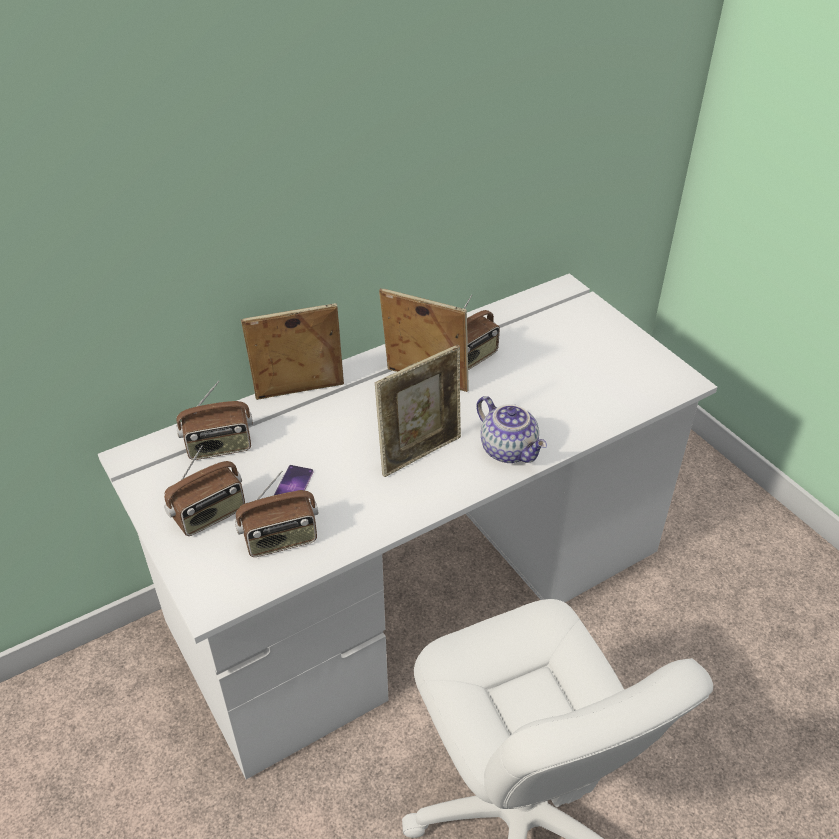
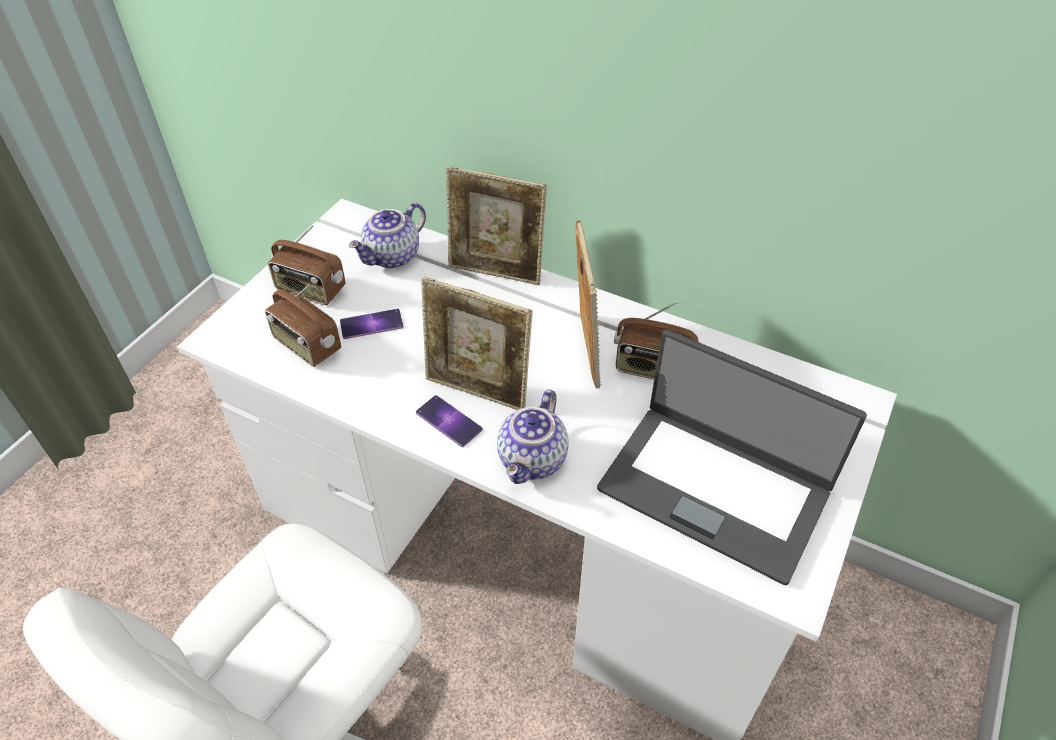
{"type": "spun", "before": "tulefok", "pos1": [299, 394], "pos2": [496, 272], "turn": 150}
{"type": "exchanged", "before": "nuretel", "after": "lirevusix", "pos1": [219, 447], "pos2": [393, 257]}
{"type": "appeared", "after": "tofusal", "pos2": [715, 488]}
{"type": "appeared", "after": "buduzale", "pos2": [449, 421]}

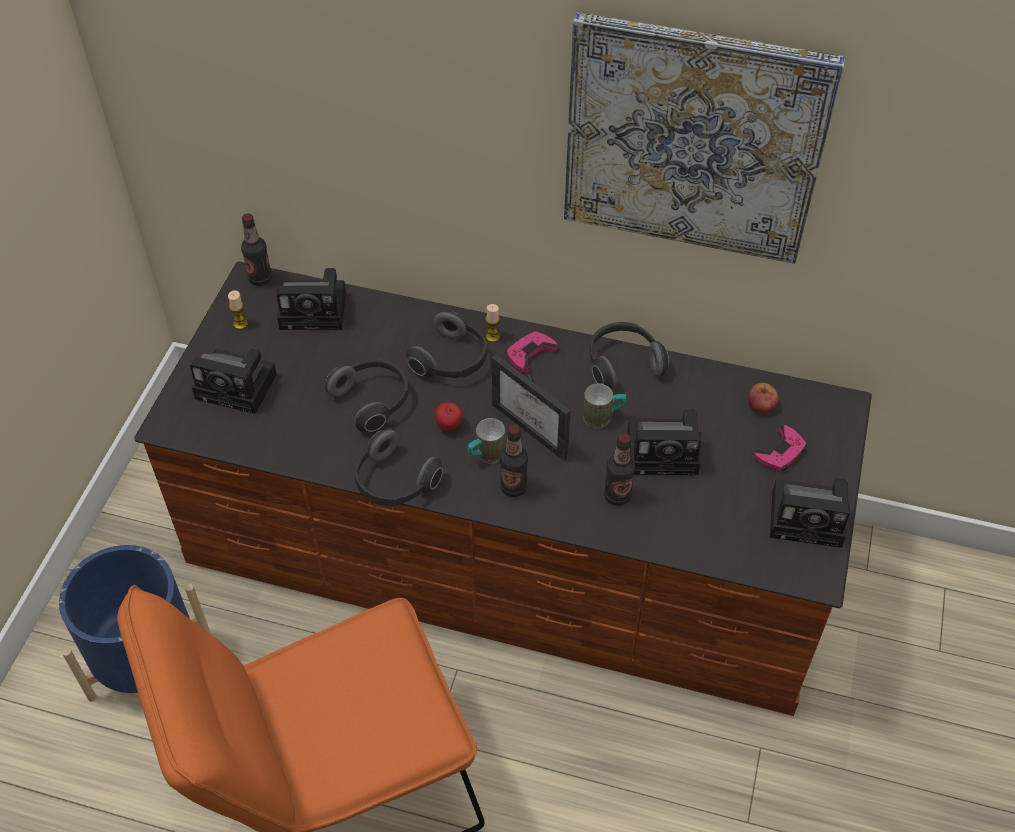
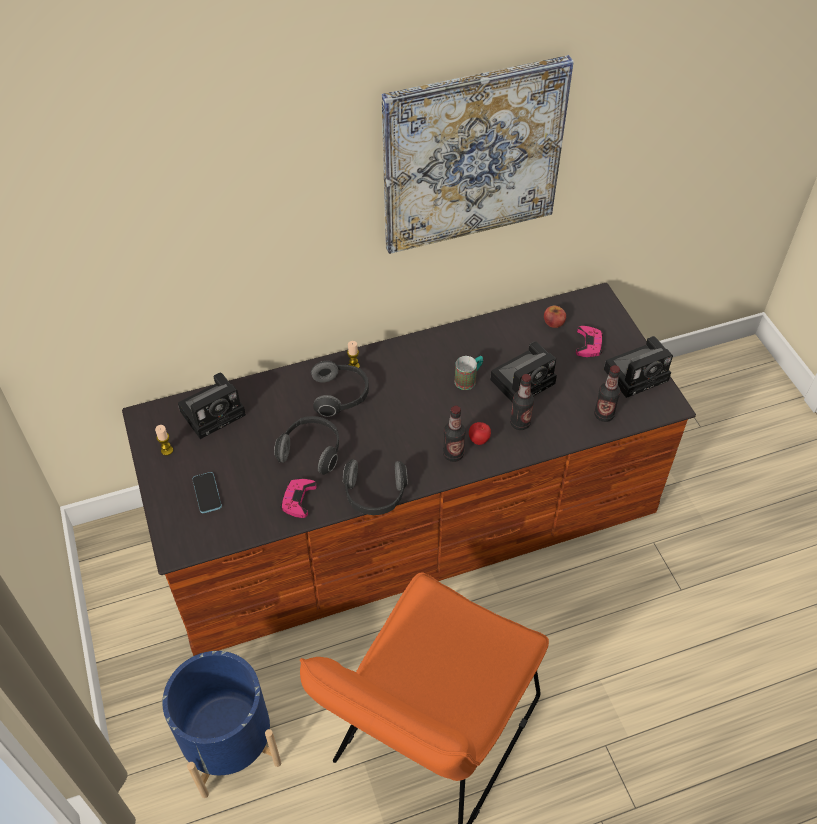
{"type": "relocated", "before": "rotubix", "pos1": [260, 279], "pos2": [604, 415]}
{"type": "missing", "before": "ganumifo", "pos1": [623, 364]}
{"type": "relocated", "before": "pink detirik", "pos1": [530, 353], "pos2": [298, 499]}
{"type": "exchanged", "before": "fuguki", "after": "buduzale", "pos1": [240, 386], "pos2": [207, 493]}
{"type": "missing", "before": "tulefok", "pos1": [537, 426]}
{"type": "relocated", "before": "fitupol", "pos1": [449, 426], "pos2": [479, 440]}
{"type": "missing", "before": "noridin", "pos1": [485, 455]}

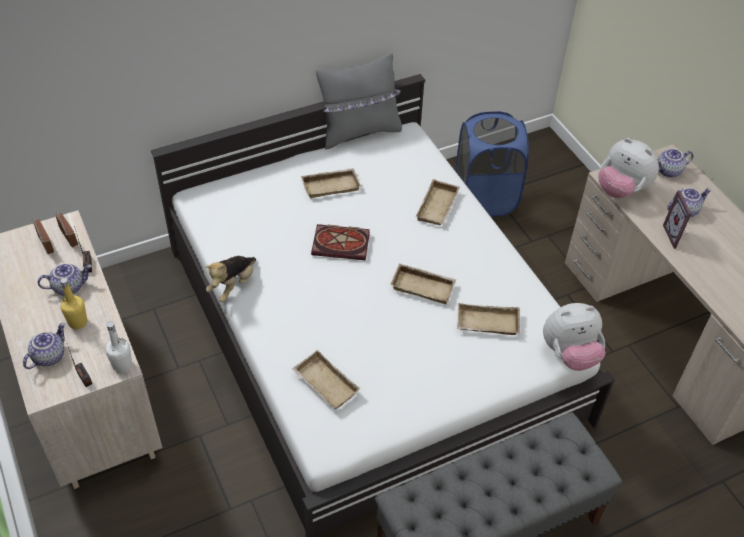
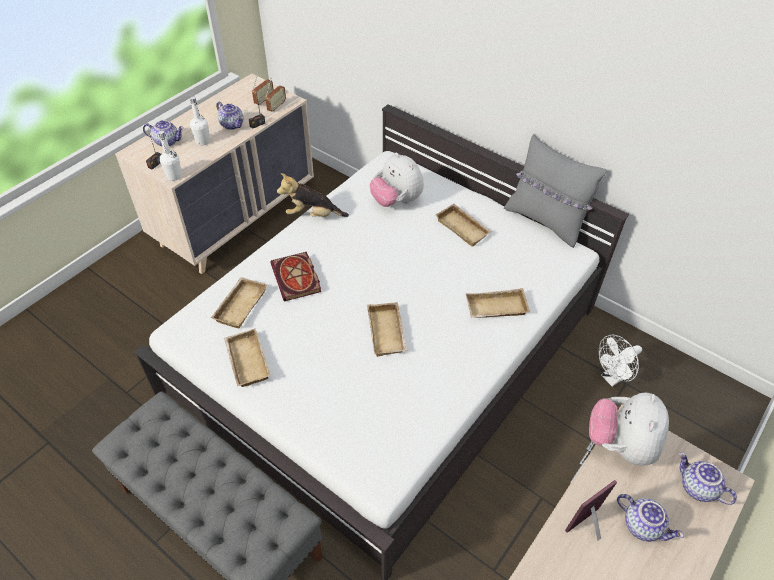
{"type": "exchanged", "before": "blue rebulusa", "after": "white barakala", "pos1": [485, 198], "pos2": [612, 378]}
{"type": "relocated", "before": "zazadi", "pos1": [342, 243], "pos2": [297, 279]}
{"type": "colour", "before": "yellow rotubix", "after": "white rotubix", "pos1": [78, 322], "pos2": [203, 141]}
{"type": "relocated", "before": "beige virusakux", "pos1": [486, 324], "pos2": [245, 361]}
{"type": "relocated", "before": "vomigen", "pos1": [570, 354], "pos2": [396, 201]}

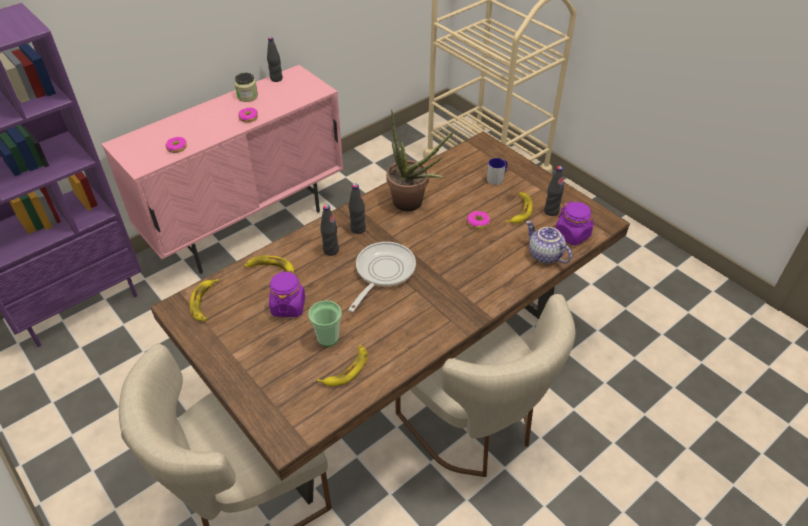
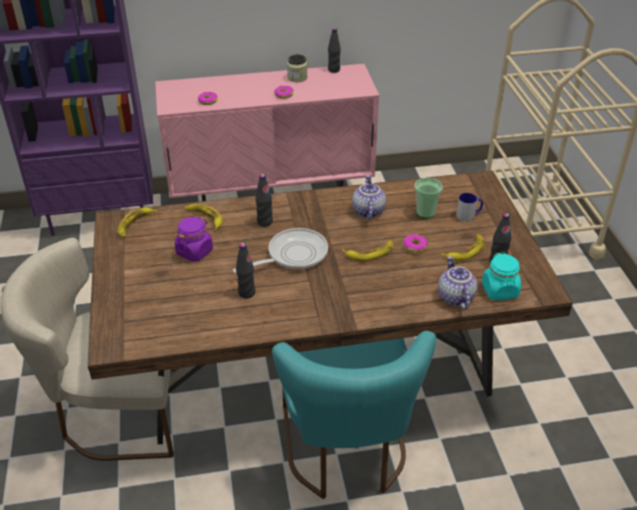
{"type": "exchanged", "before": "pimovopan", "after": "lirevusix", "pos1": [413, 205], "pos2": [367, 211]}
{"type": "relocated", "before": "black rotubix", "pos1": [358, 229], "pos2": [246, 293]}
{"type": "colour", "before": "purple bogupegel", "after": "turquoise bogupegel", "pos1": [572, 235], "pos2": [500, 290]}
{"type": "colour", "before": "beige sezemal", "after": "turquoise sezemal", "pos1": [475, 427], "pos2": [346, 452]}
{"type": "relocated", "before": "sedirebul", "pos1": [327, 338], "pos2": [425, 212]}
{"type": "relocated", "before": "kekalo", "pos1": [346, 369], "pos2": [370, 253]}

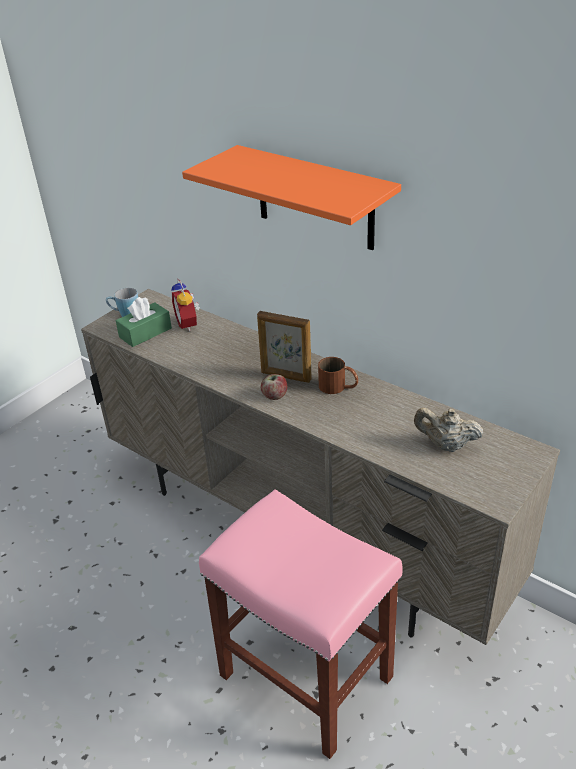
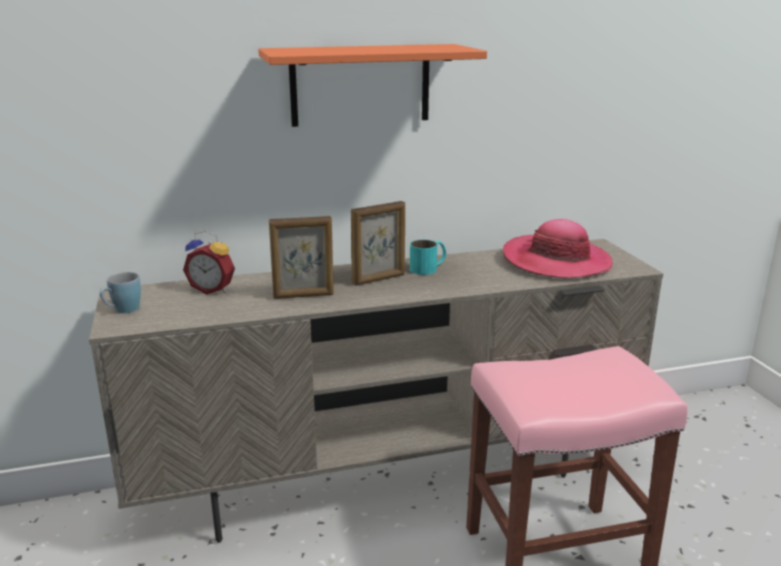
{"type": "missing", "before": "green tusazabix", "pos1": [145, 333]}
{"type": "colour", "before": "brown noridin", "after": "turquoise noridin", "pos1": [338, 387], "pos2": [428, 268]}
{"type": "missing", "before": "fitupol", "pos1": [274, 396]}
{"type": "exchanged", "before": "beige lirevusix", "after": "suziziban", "pos1": [446, 445], "pos2": [556, 261]}
{"type": "appeared", "after": "tulefok", "pos2": [303, 296]}

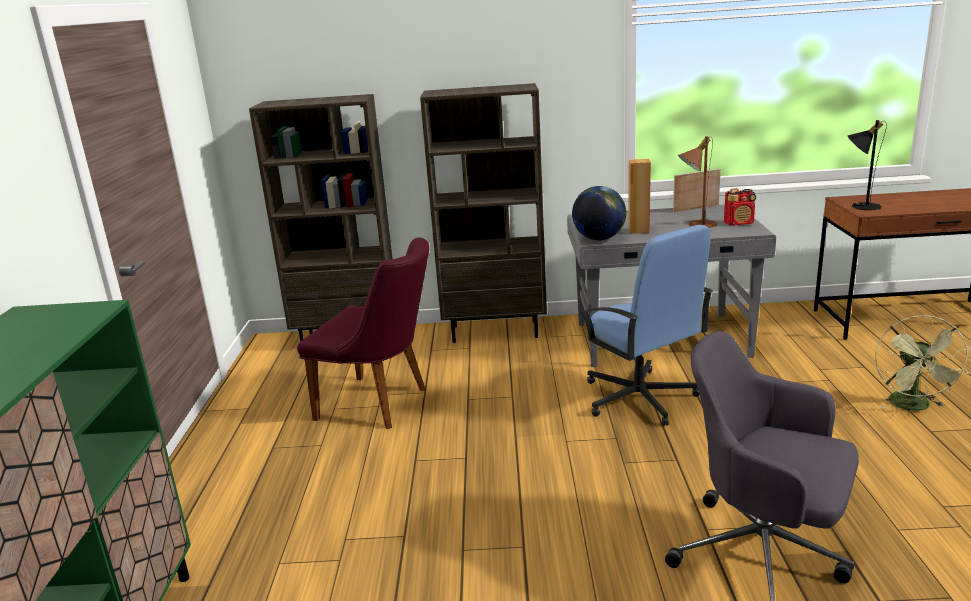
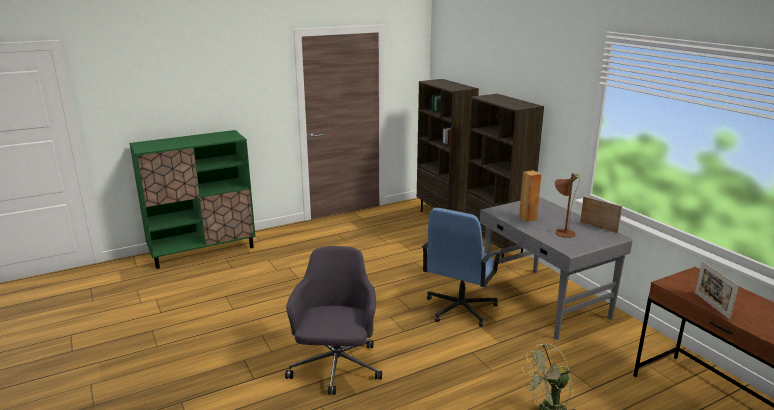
{"type": "missing", "before": "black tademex", "pos1": [860, 206]}
{"type": "missing", "before": "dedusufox", "pos1": [599, 239]}
{"type": "missing", "before": "nuretel", "pos1": [739, 223]}
{"type": "missing", "before": "purple sezemal", "pos1": [381, 404]}
{"type": "appeared", "after": "tulefok", "pos2": [711, 305]}

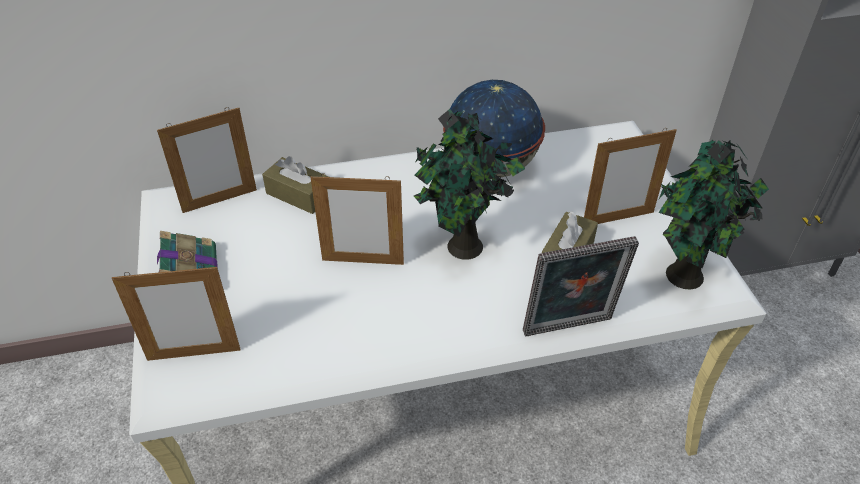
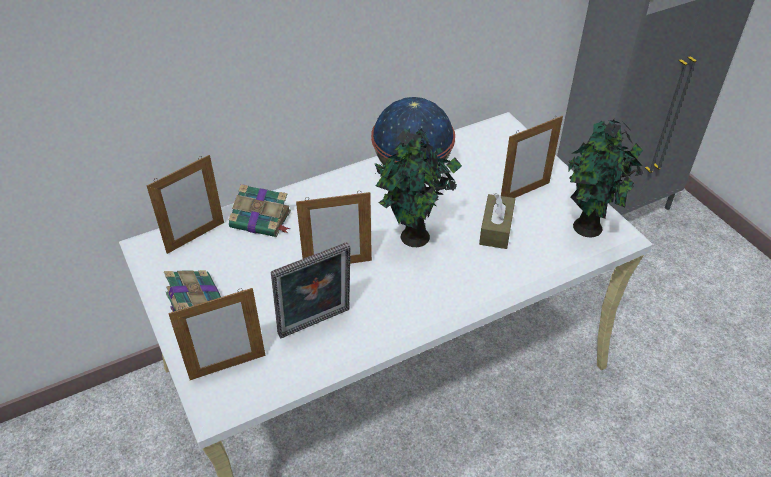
{"type": "exchanged", "before": "brown tusazabix", "after": "zazadi", "pos1": [298, 195], "pos2": [262, 220]}
{"type": "relocated", "before": "tulefok", "pos1": [569, 329], "pos2": [316, 325]}

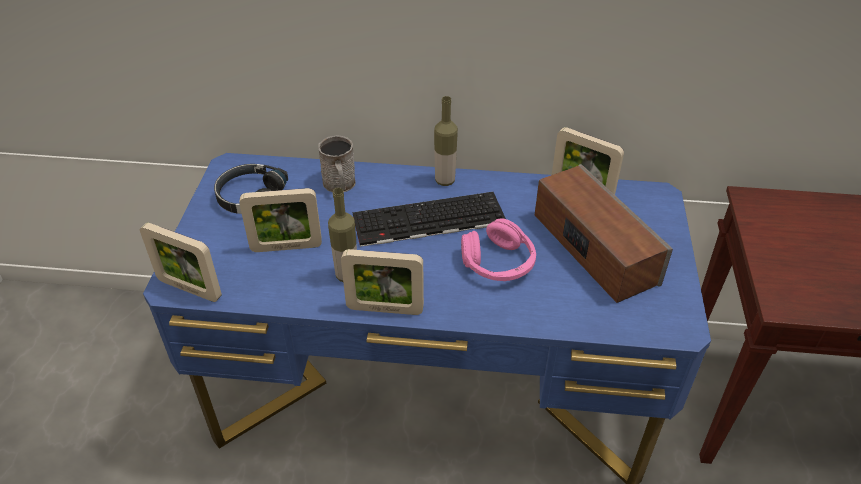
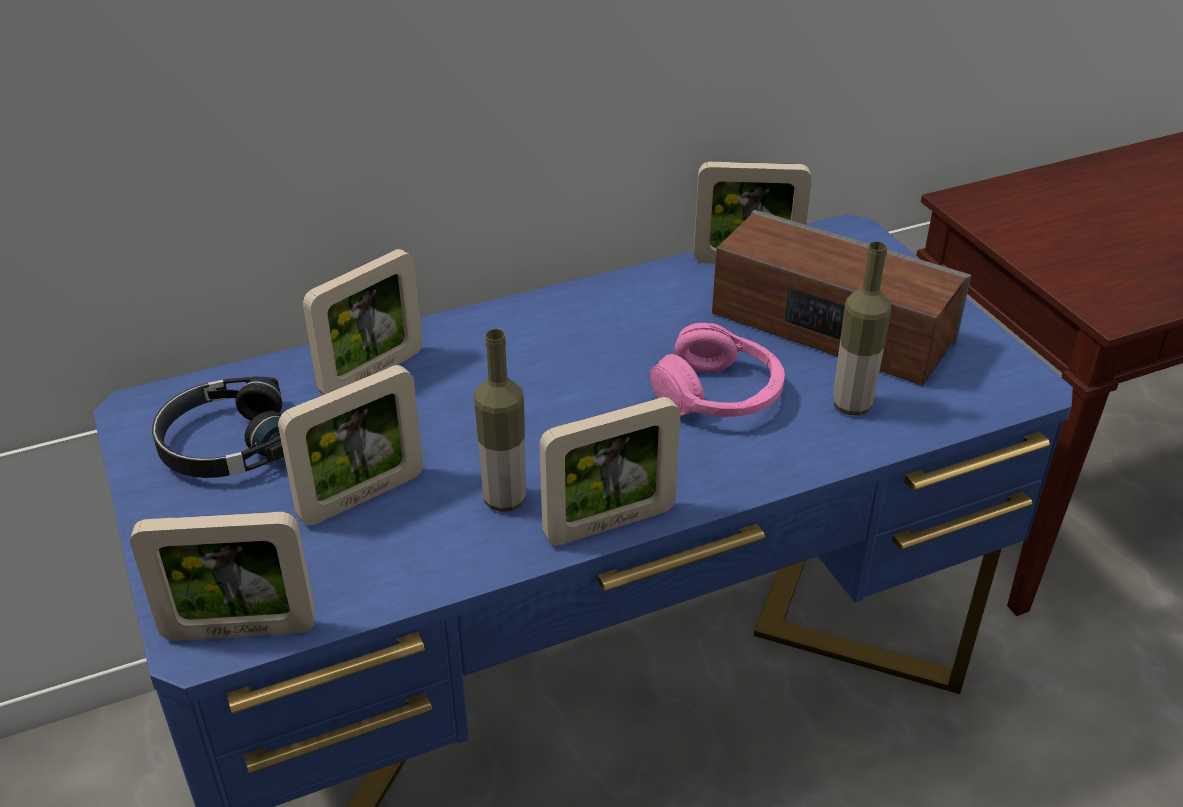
{"type": "relocated", "before": "rotubix", "pos1": [445, 180], "pos2": [851, 405]}
{"type": "exchanged", "before": "grey noridin", "after": "tulefok", "pos1": [340, 185], "pos2": [372, 373]}
{"type": "missing", "before": "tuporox", "pos1": [427, 221]}

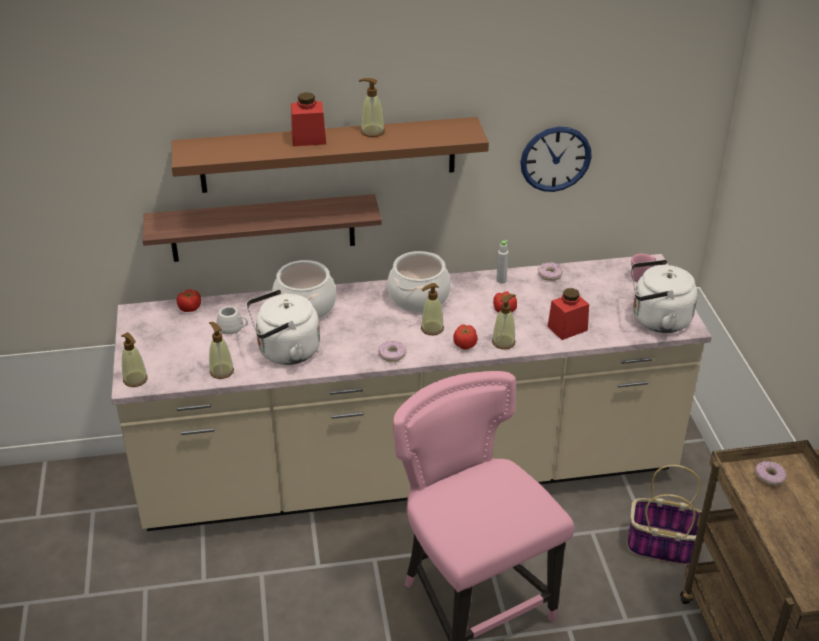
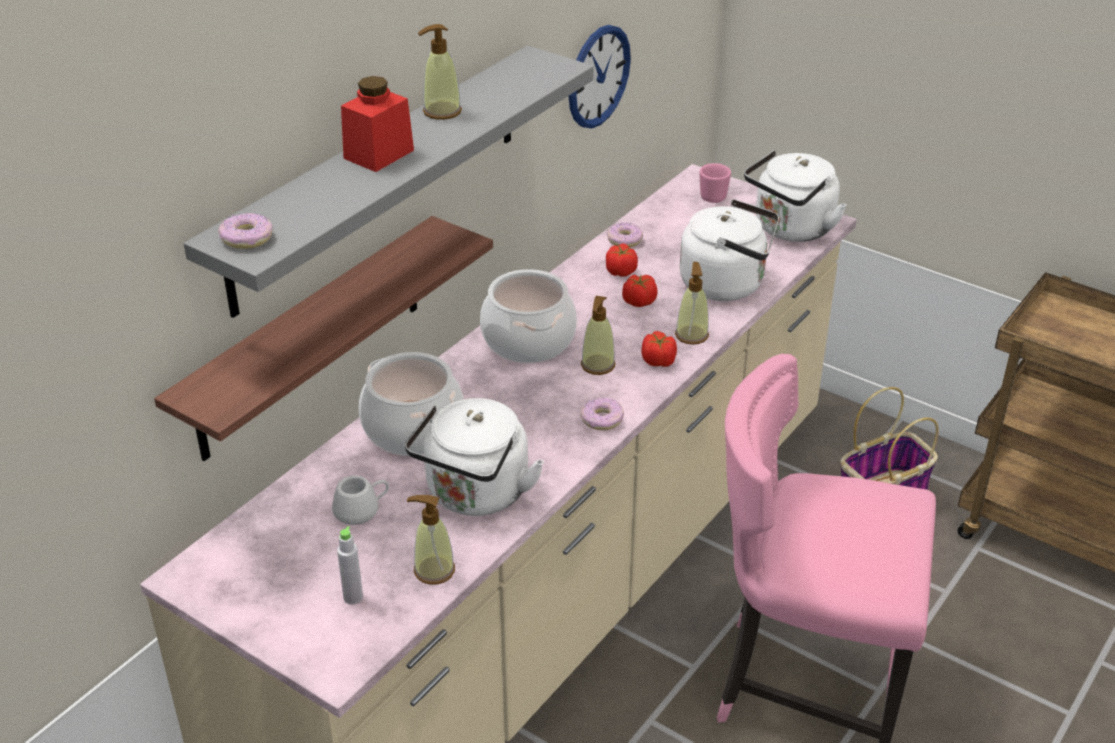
{"type": "colour", "before": "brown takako", "after": "grey takako", "pos1": [328, 155], "pos2": [379, 177]}
{"type": "relocated", "before": "grey rotubix", "pos1": [501, 280], "pos2": [353, 597]}
{"type": "exchanged", "before": "red bogupegel", "after": "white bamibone", "pos1": [567, 328], "pos2": [727, 284]}
{"type": "relocated", "before": "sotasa", "pos1": [190, 308], "pos2": [621, 271]}
{"type": "missing", "before": "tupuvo", "pos1": [135, 380]}
{"type": "relocated", "before": "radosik", "pos1": [769, 477], "pos2": [247, 238]}

